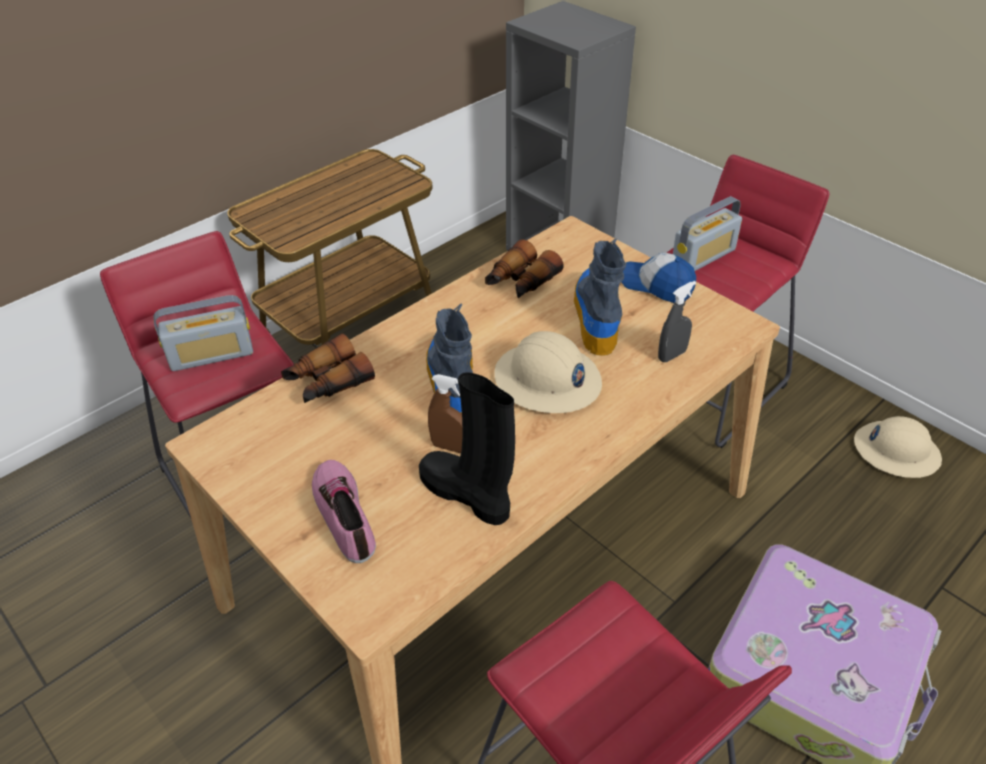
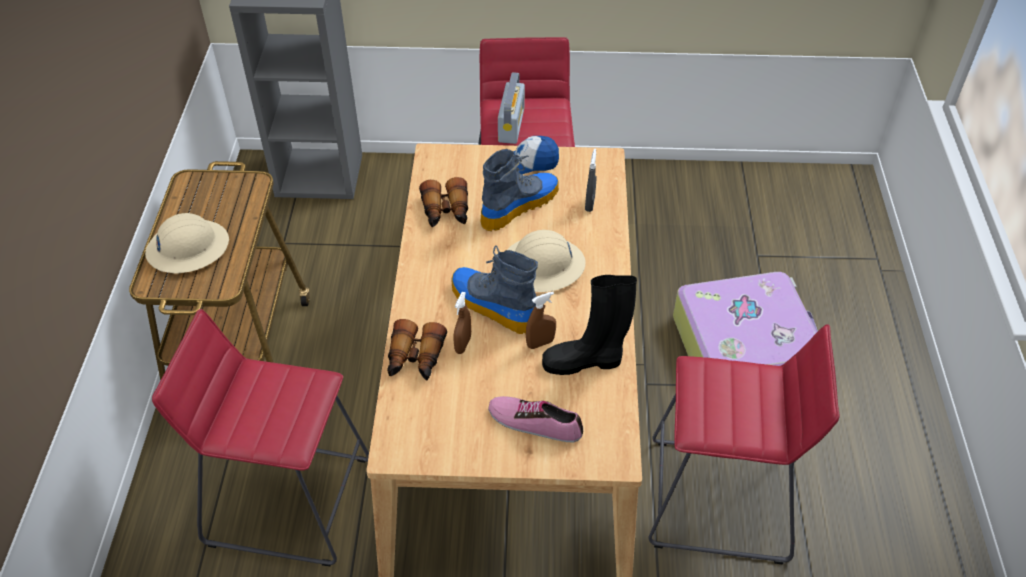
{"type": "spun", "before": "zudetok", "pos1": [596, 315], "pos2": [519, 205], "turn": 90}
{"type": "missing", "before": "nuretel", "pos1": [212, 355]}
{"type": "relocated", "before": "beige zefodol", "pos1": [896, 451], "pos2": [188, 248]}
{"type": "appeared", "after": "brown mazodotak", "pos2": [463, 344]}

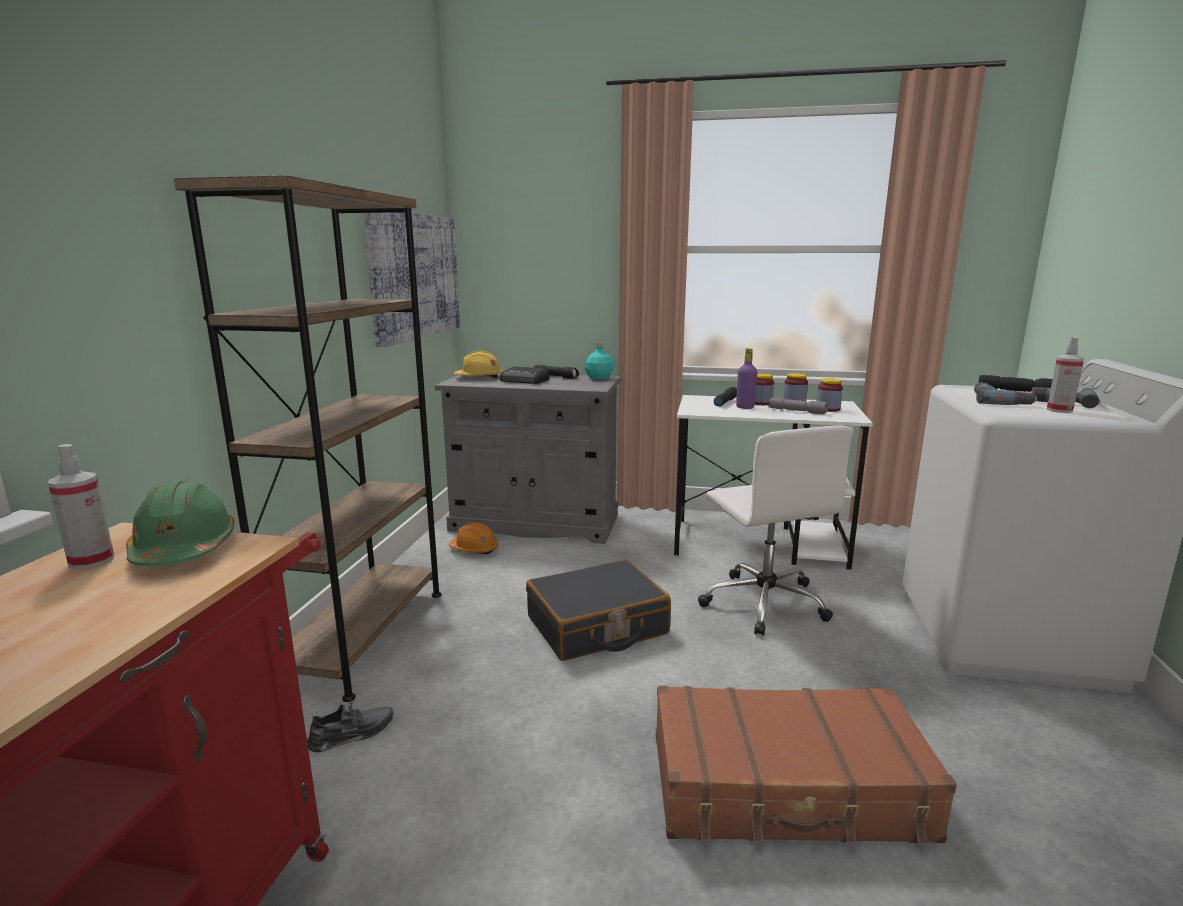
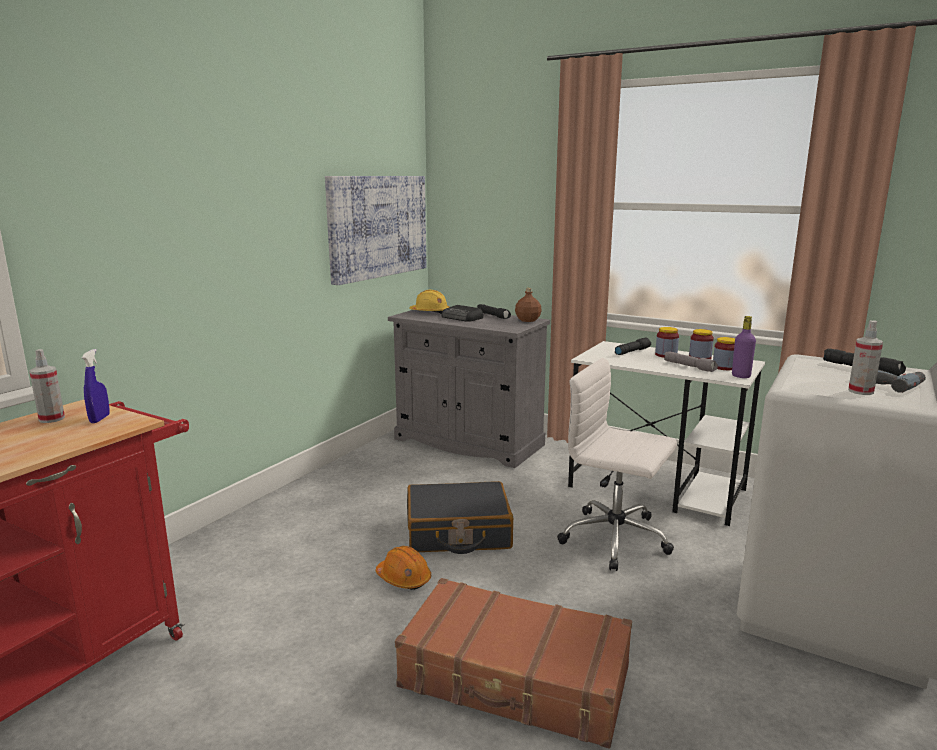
{"type": "missing", "before": "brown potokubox", "pos1": [363, 636]}
{"type": "colour", "before": "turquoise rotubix", "after": "brown rotubix", "pos1": [599, 378], "pos2": [528, 320]}
{"type": "relocated", "before": "purple rotubix", "pos1": [745, 407], "pos2": [741, 376]}
{"type": "missing", "before": "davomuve", "pos1": [999, 400]}
{"type": "spun", "before": "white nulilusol", "pos1": [763, 602], "pos2": [616, 539], "turn": 120}
{"type": "exchanged", "before": "green zefodol", "after": "blue mazodotak", "pos1": [184, 549], "pos2": [99, 419]}
{"type": "relocated", "before": "orange zefodol", "pos1": [474, 549], "pos2": [404, 578]}
{"type": "missing", "before": "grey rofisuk", "pos1": [352, 734]}

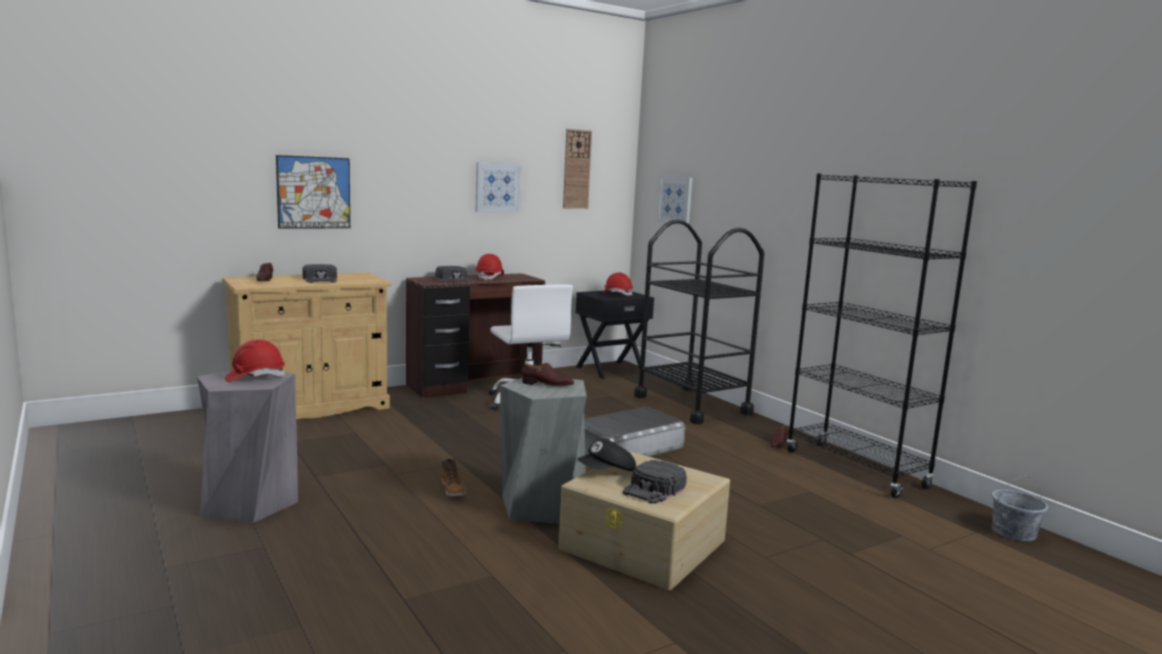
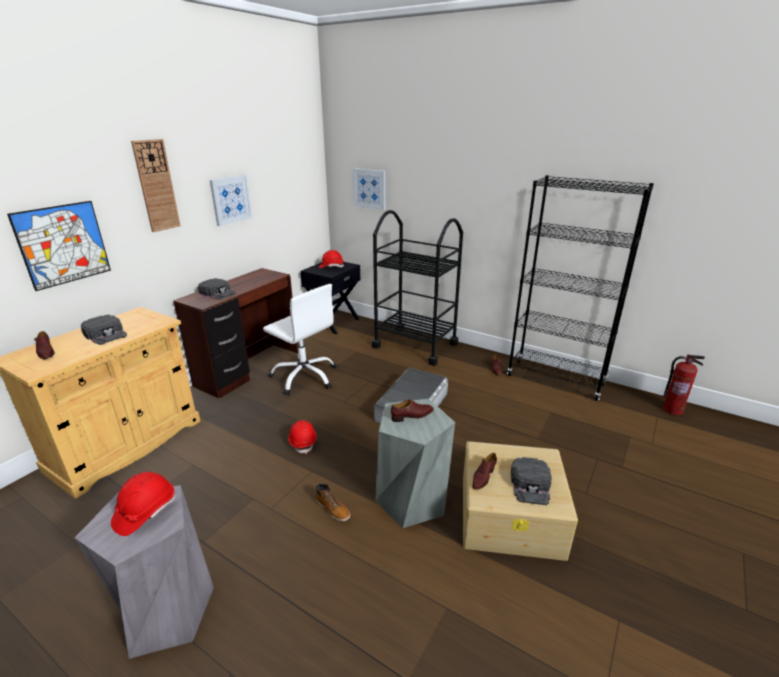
{"type": "relocated", "before": "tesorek", "pos1": [576, 169], "pos2": [156, 186]}
{"type": "relocated", "before": "red zefodol", "pos1": [490, 277], "pos2": [303, 442]}
{"type": "exchanged", "before": "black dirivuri", "after": "brown rofisuk", "pos1": [607, 472], "pos2": [483, 476]}
{"type": "exchanged", "before": "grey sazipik", "after": "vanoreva", "pos1": [1014, 532], "pos2": [672, 410]}

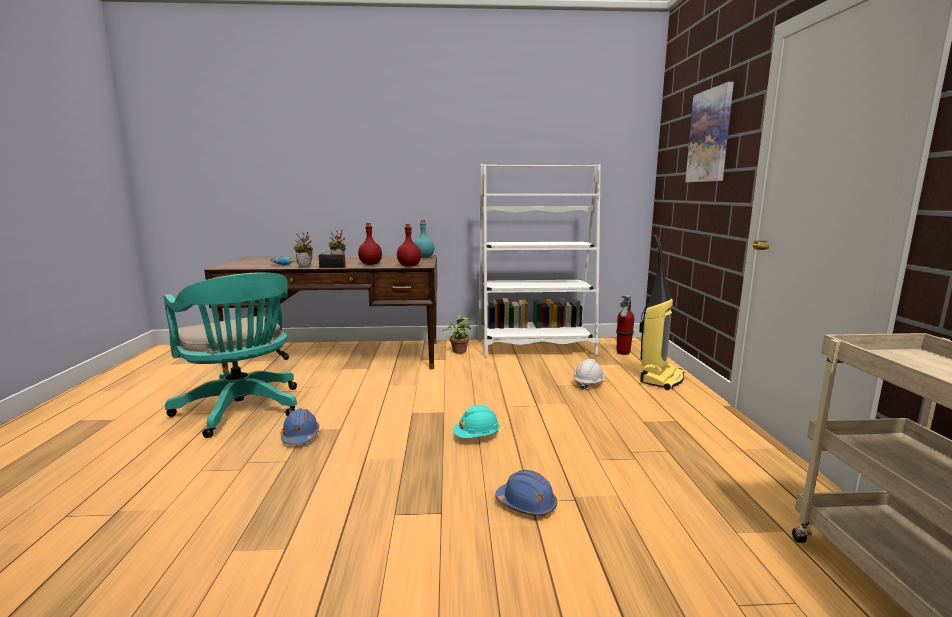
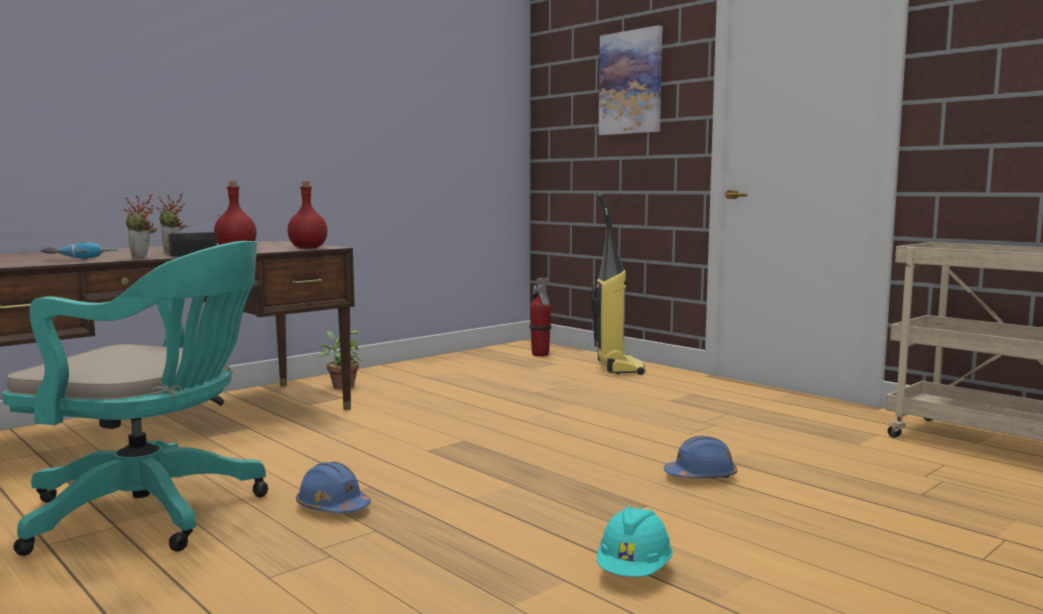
{"type": "missing", "before": "white potokubox", "pos1": [535, 348]}
{"type": "missing", "before": "turquoise rotubix", "pos1": [423, 257]}
{"type": "missing", "before": "white zefodol", "pos1": [588, 384]}
{"type": "relocated", "before": "turquoise zefodol", "pos1": [476, 437], "pos2": [634, 571]}

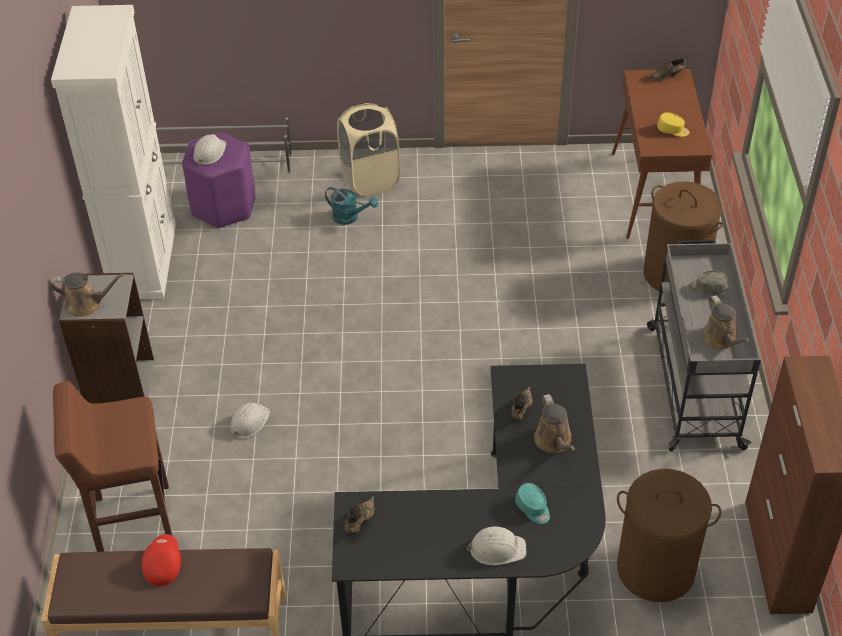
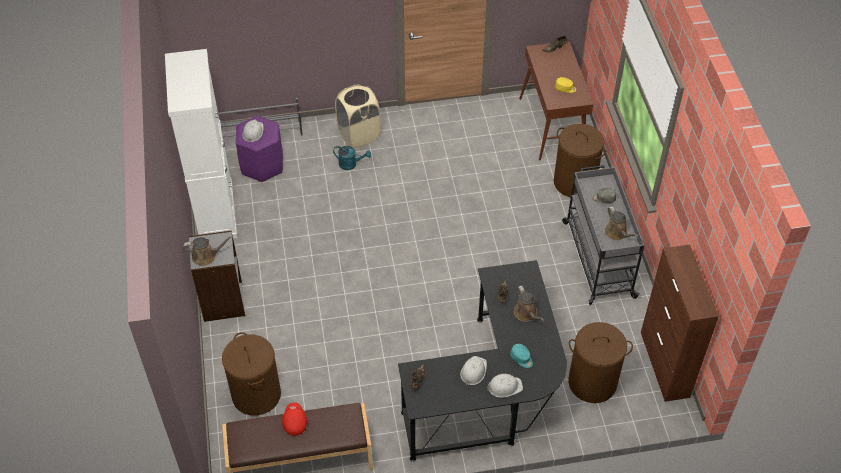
{"type": "exchanged", "before": "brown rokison", "after": "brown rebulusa", "pos1": [133, 522], "pos2": [256, 394]}
{"type": "relocated", "before": "white zefodol", "pos1": [249, 422], "pos2": [473, 371]}

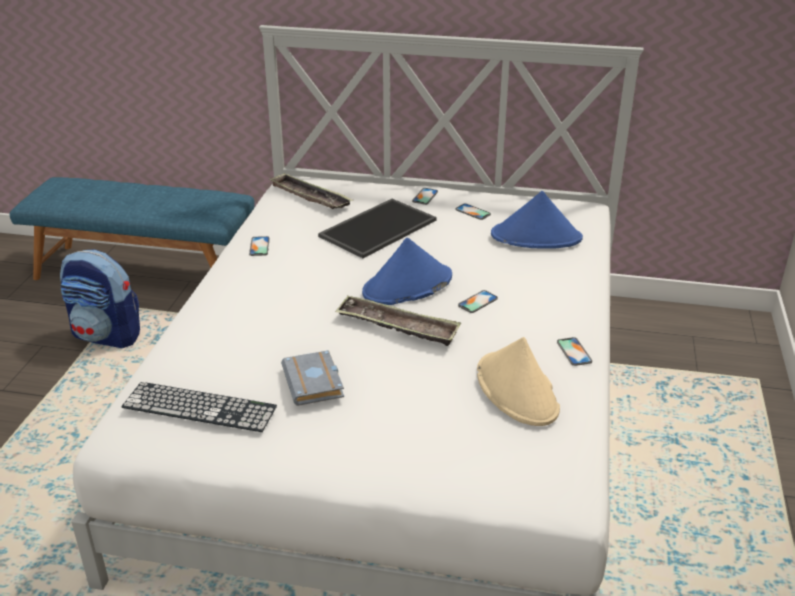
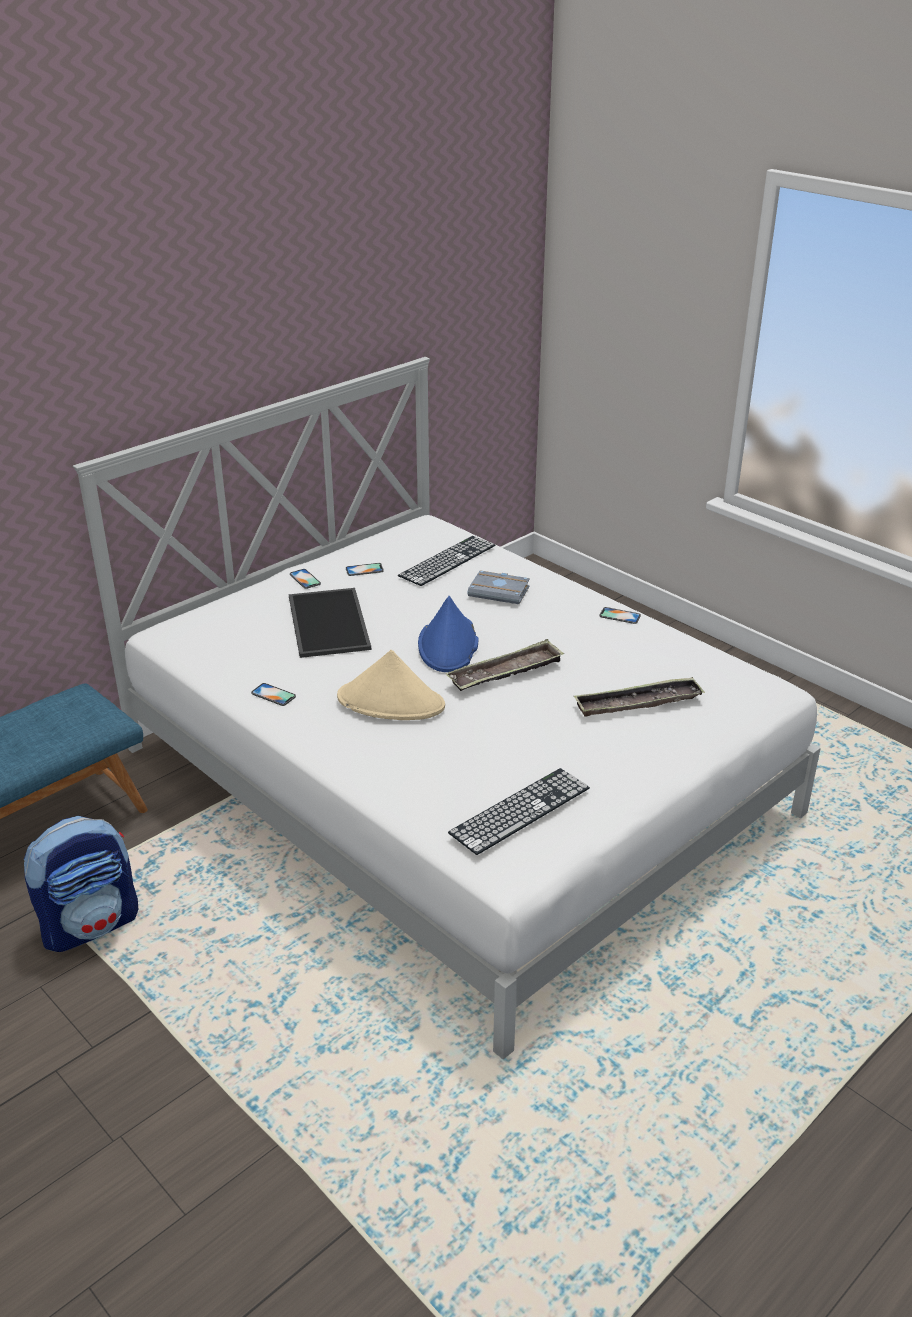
{"type": "relocated", "before": "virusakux", "pos1": [310, 197], "pos2": [638, 703]}
{"type": "exchanged", "before": "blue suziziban", "after": "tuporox", "pos1": [536, 237], "pos2": [447, 560]}
{"type": "missing", "before": "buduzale", "pos1": [477, 302]}
{"type": "relocated", "before": "beige suziziban", "pos1": [517, 390], "pos2": [391, 702]}
{"type": "relocated", "before": "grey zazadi", "pos1": [315, 383], "pos2": [500, 591]}

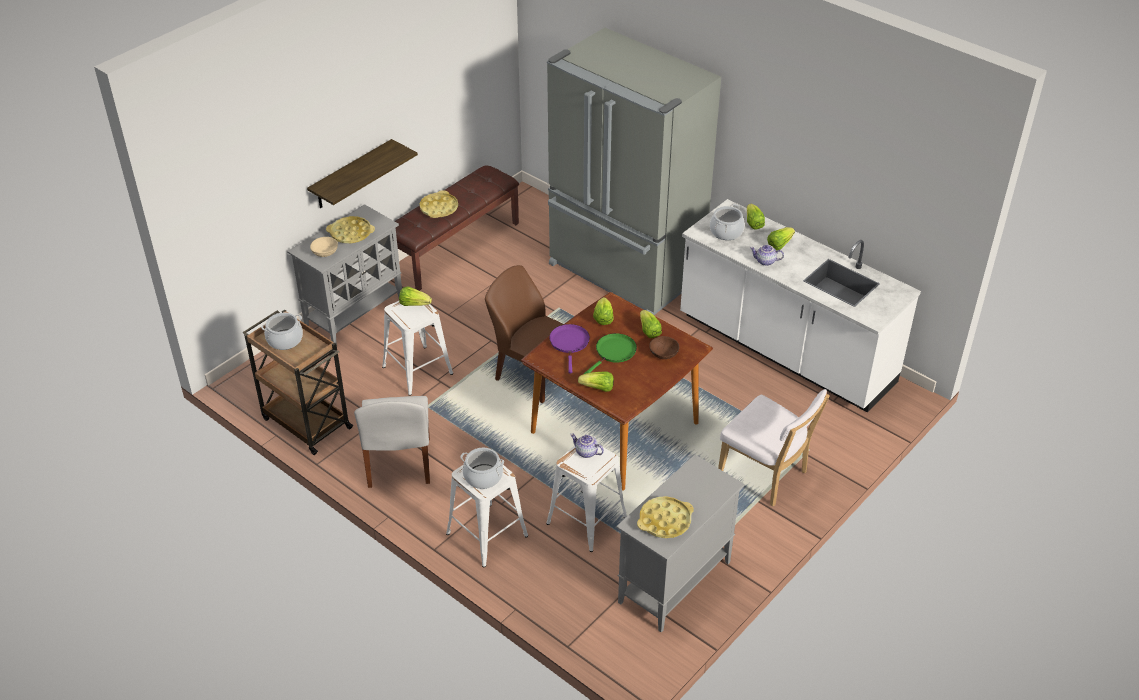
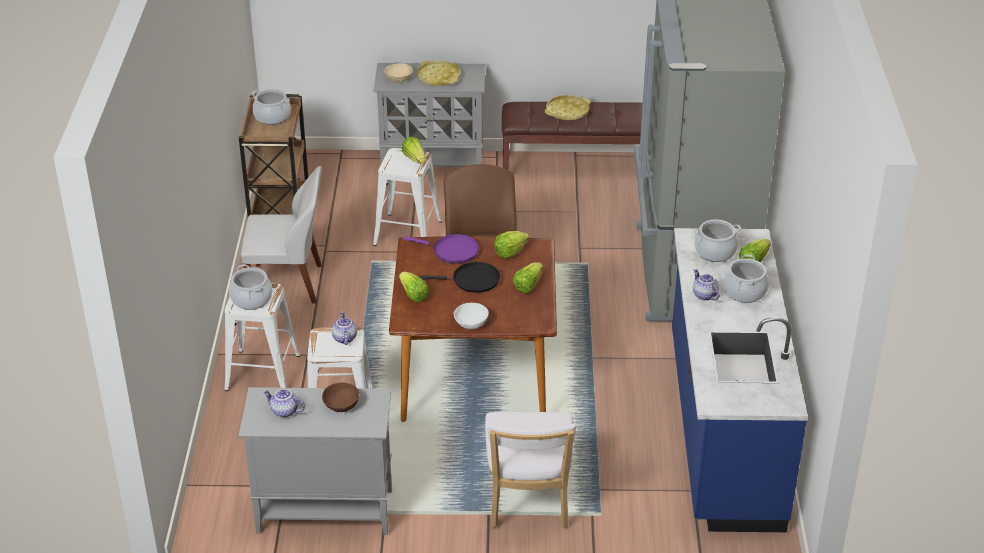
{"type": "missing", "before": "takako", "pos1": [351, 175]}
{"type": "colour", "before": "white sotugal", "after": "blue sotugal", "pos1": [785, 351], "pos2": [722, 430]}
{"type": "exchanged", "before": "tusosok", "after": "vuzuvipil", "pos1": [779, 244], "pos2": [744, 292]}
{"type": "spun", "before": "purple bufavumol", "pos1": [569, 343], "pos2": [452, 251], "turn": 60}
{"type": "colour", "before": "green bufavumol", "after": "black bufavumol", "pos1": [614, 352], "pos2": [472, 280]}
{"type": "relocated", "before": "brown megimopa", "pos1": [663, 353], "pos2": [341, 404]}
{"type": "spun", "before": "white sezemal", "pos1": [399, 464], "pos2": [288, 284], "turn": -135}
{"type": "exchanged", "before": "yellow virusakux", "after": "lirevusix", "pos1": [665, 521], "pos2": [284, 411]}
{"type": "appeared", "after": "white megimopa", "pos2": [471, 323]}

